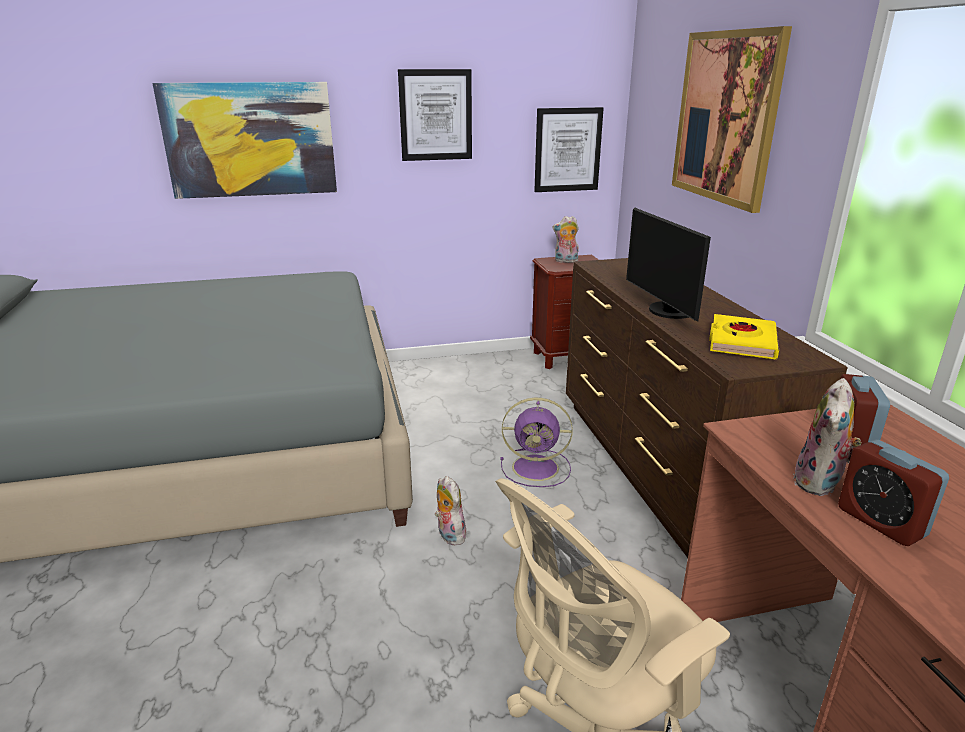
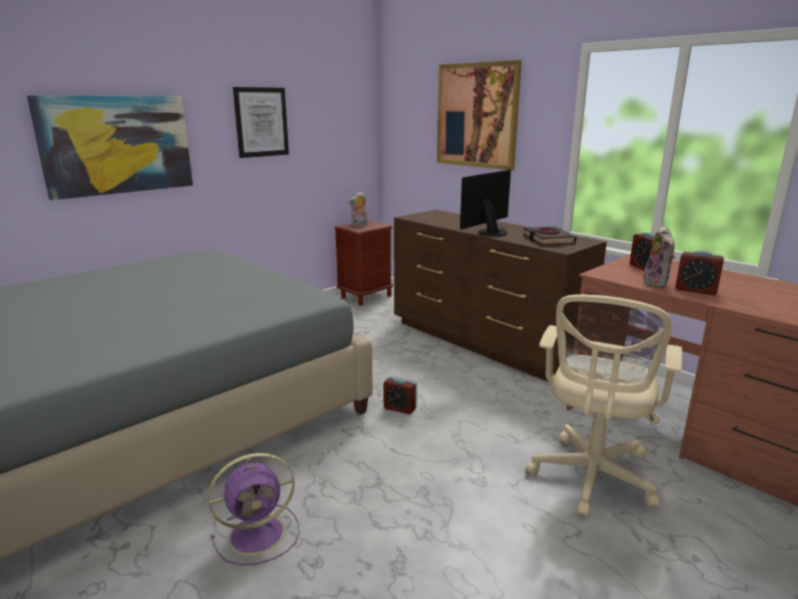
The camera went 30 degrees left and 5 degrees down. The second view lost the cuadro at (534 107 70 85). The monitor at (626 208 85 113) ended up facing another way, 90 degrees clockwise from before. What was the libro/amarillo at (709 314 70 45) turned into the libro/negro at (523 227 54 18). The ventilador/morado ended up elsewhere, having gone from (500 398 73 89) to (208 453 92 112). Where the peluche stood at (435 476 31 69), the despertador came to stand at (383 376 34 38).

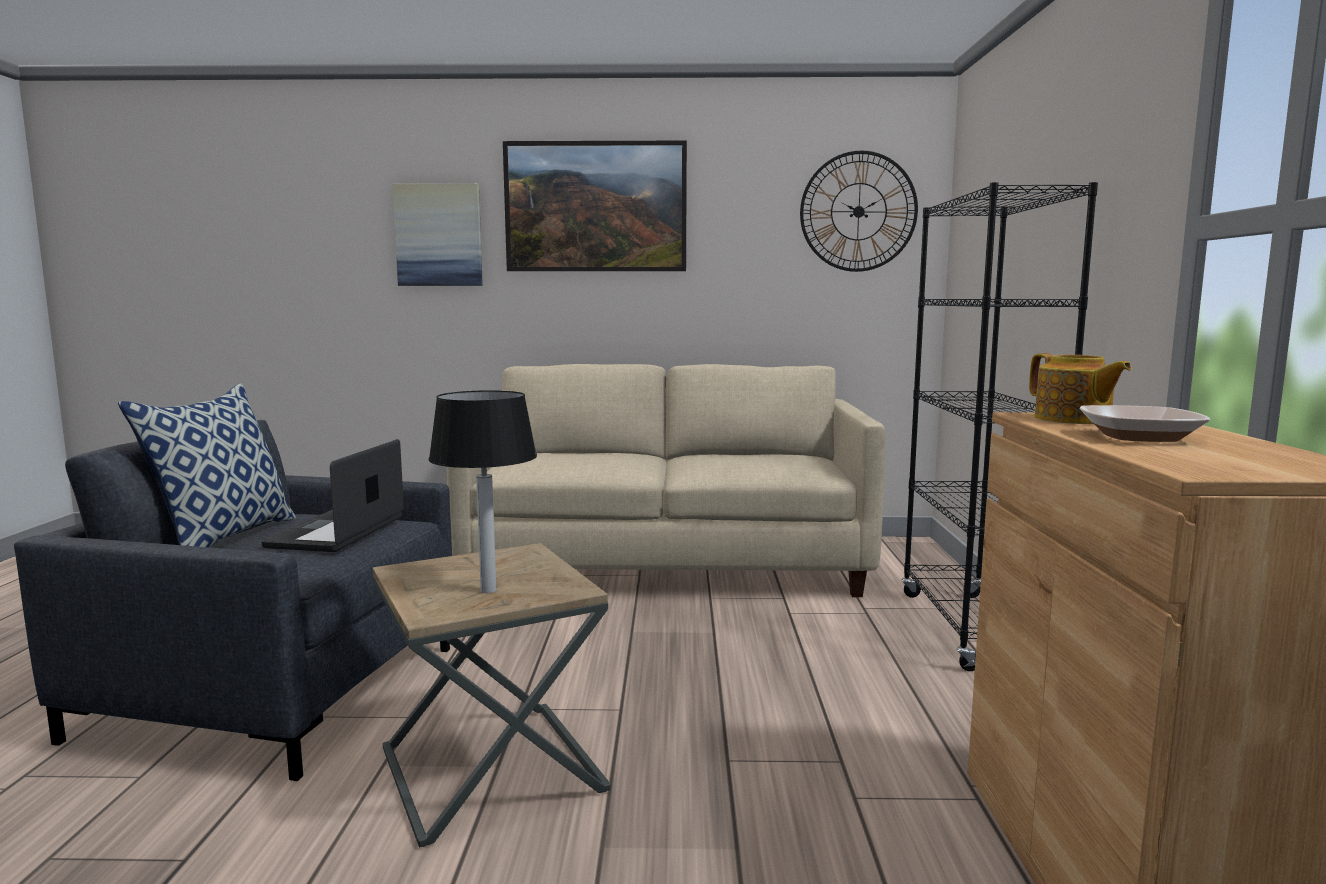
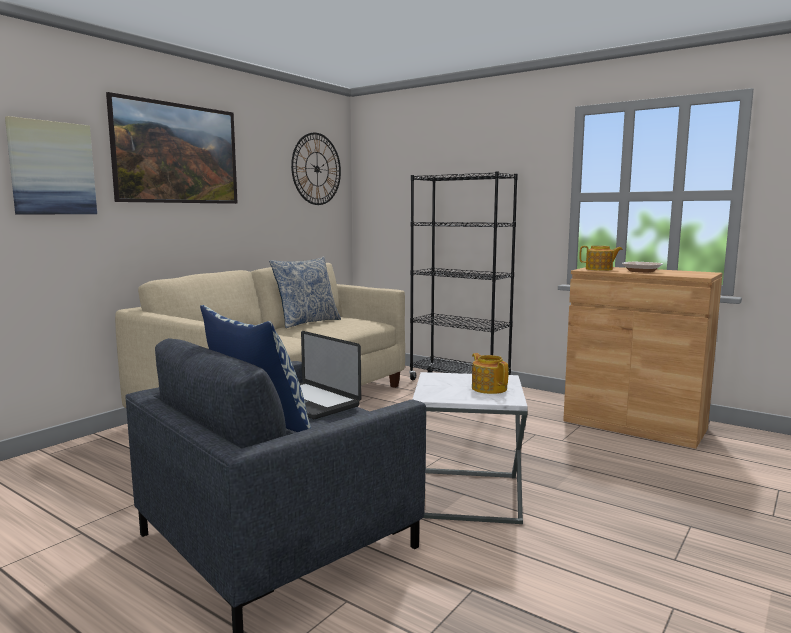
The camera went 55 degrees left and 0 degrees up. Where the lámpara de mesa stood at (428 390 109 203), the tetera came to stand at (472 353 37 41). What was the mesa auxiliar/marrón at (372 543 239 304) turned into the mesa auxiliar/blanco at (412 372 116 152). The second view gained the cojín at (269 256 72 72).

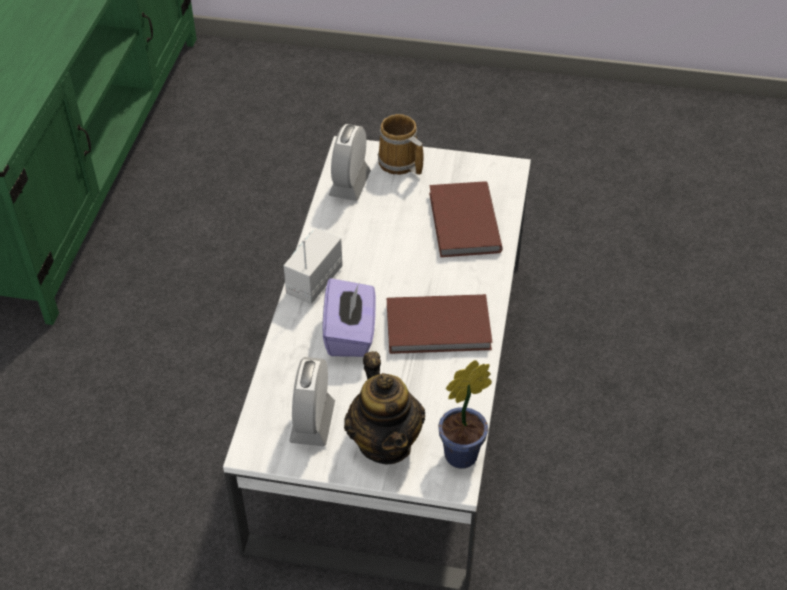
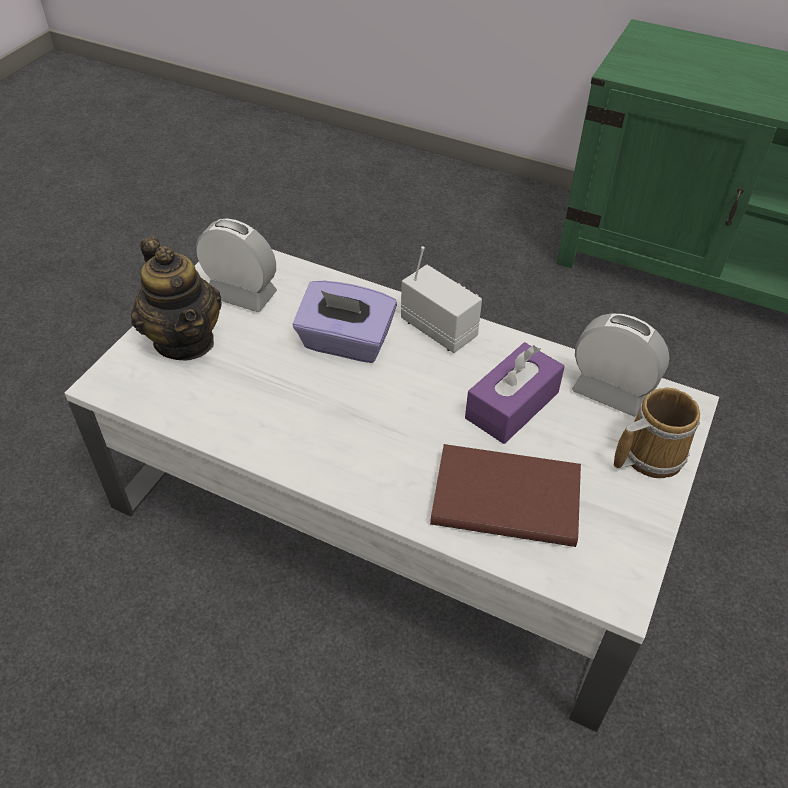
The camera went 105 degrees right and 0 degrees up. The second view lost the libro/marrón at (387 294 106 60). The tetera at (344 351 81 114) ended up facing another way, 120 degrees counterclockwise from before. The second view lost the planta en maceta at (438 360 54 109). The second view gained the caja de pañuelos/morado at (465 342 100 102).

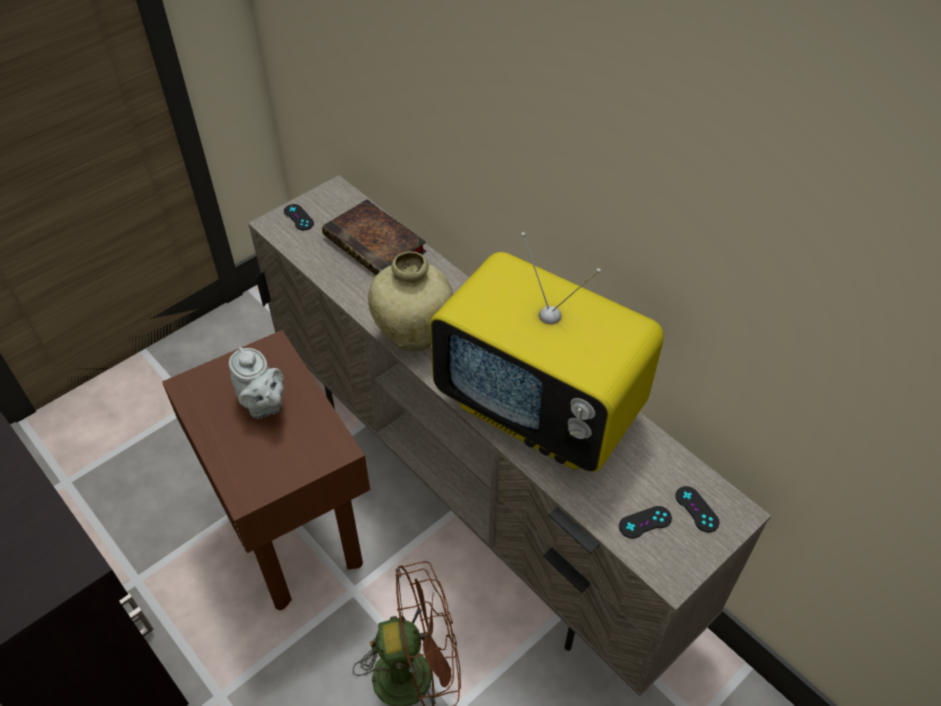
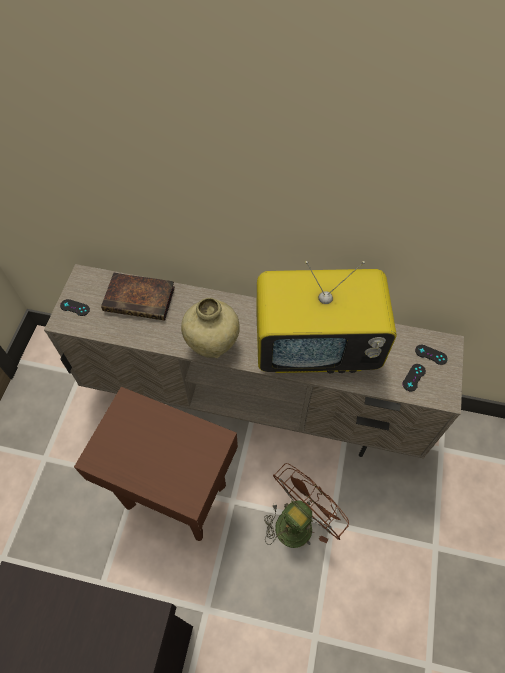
The camera went 35 degrees left and 10 degrees up. The second view lost the tetera/gris at (229 347 55 72).

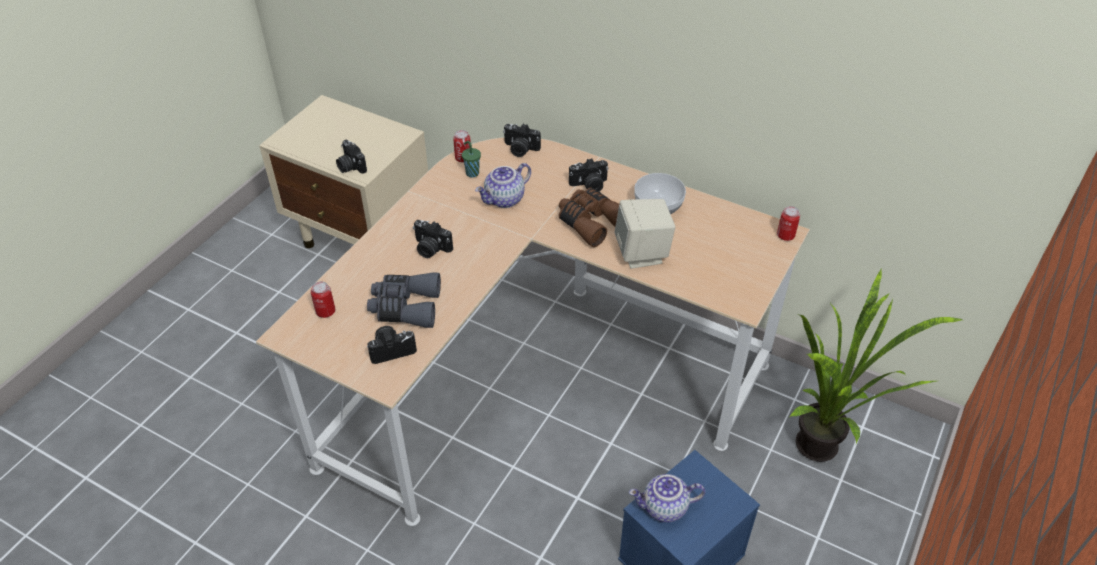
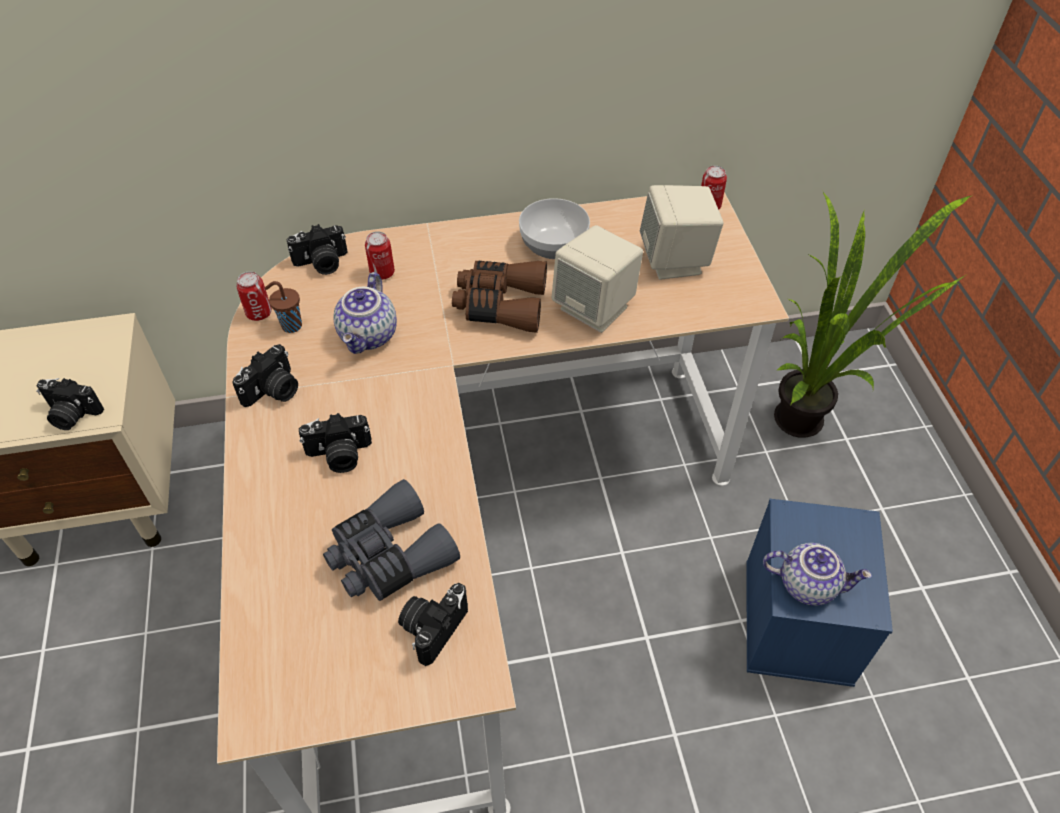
The camera went 40 degrees left and 5 degrees up. What was the taza/verde at (462 141 19 37) turned into the taza/marrón at (265 281 37 52). The cámara ended up elsewhere, having gone from (569 158 40 34) to (232 344 66 63). The lata ended up elsewhere, having gone from (311 281 24 37) to (365 231 30 49). The tetera at (629 474 76 48) ended up facing another way, 120 degrees counterclockwise from before. The second view gained the altavoz/beis at (640 185 84 95).

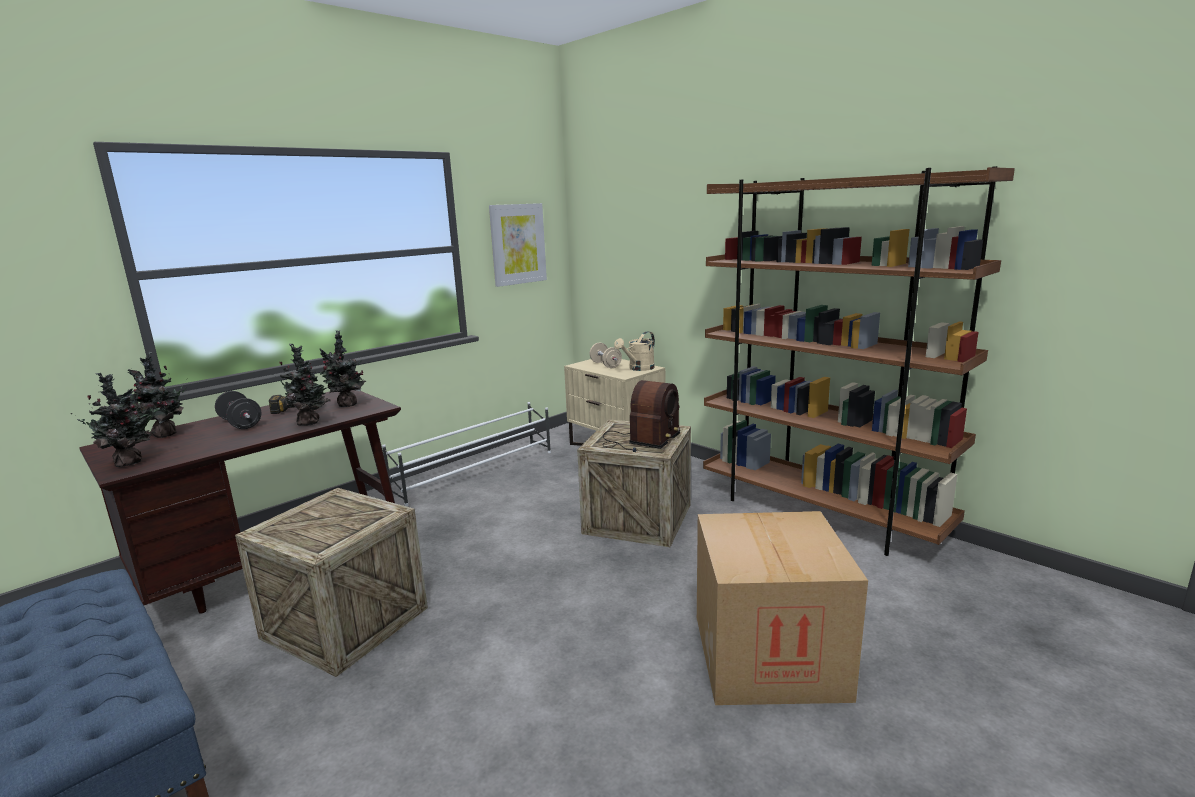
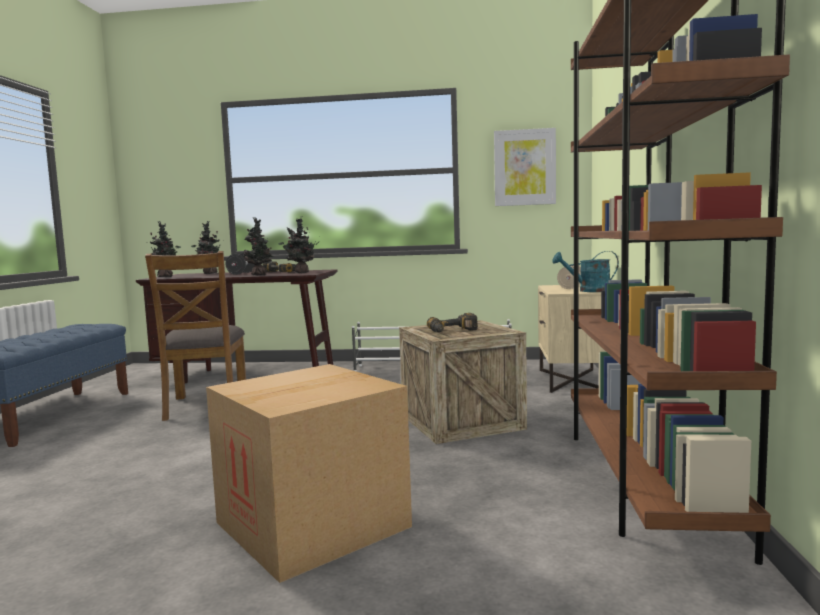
The camera went 50 degrees right and 10 degrees down. What was the regadera/beis at (614 331 41 40) turned into the regadera/turquesa at (552 251 67 41). Where the radio stood at (603 380 77 72), the taladro came to stand at (427 313 51 19). Where the caja de embalaje stood at (235 488 193 189), the silla/marrón came to stand at (145 251 101 170).

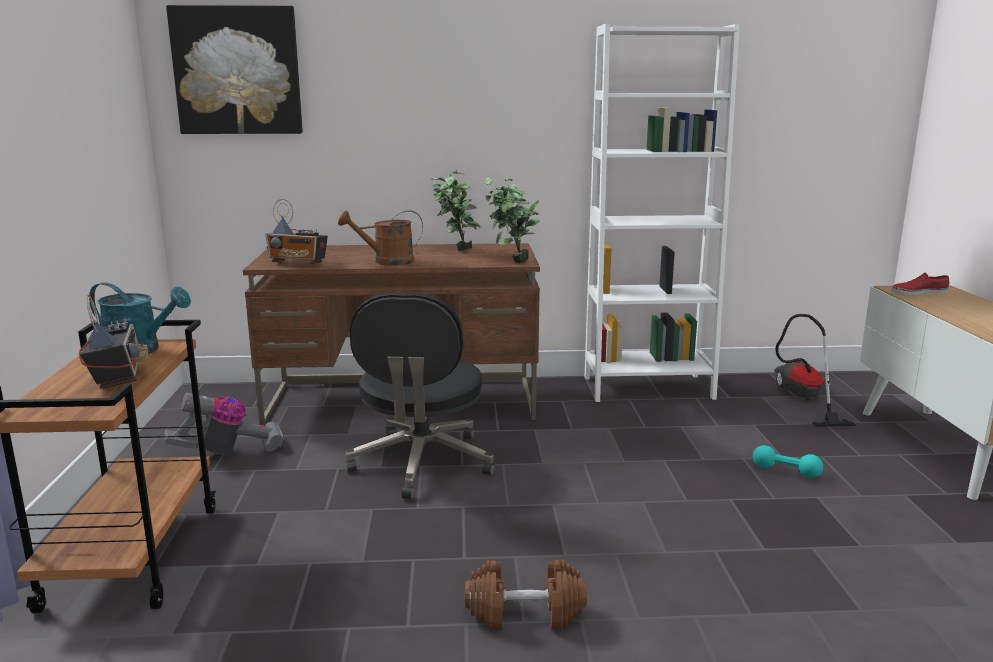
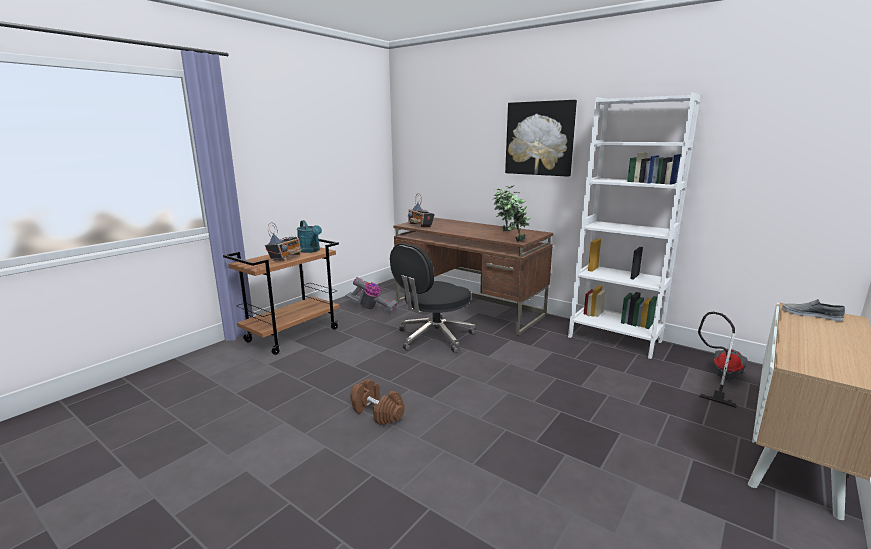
The camera went 40 degrees right and 0 degrees up. The cuadro ended up elsewhere, having gone from (166 5 137 129) to (505 100 72 77). The second view lost the regadera/marrón at (338 210 85 56). What was the zapato/rojo at (892 272 57 23) turned into the zapato/gris at (782 299 63 22). The second view lost the mancuerna/turquesa at (753 445 70 33).

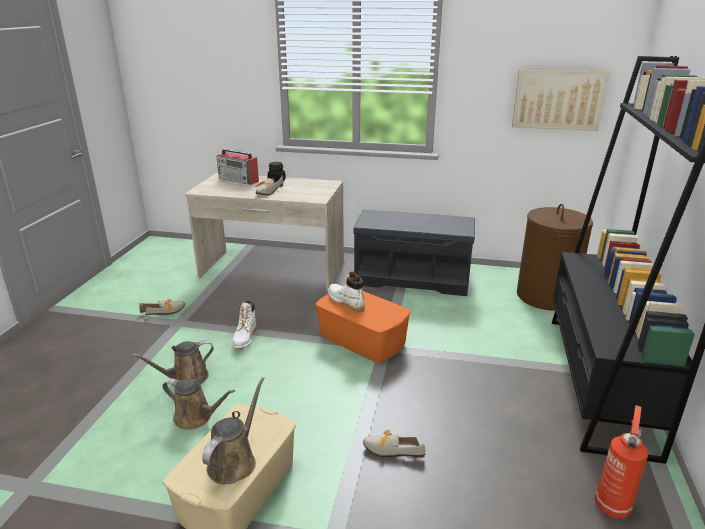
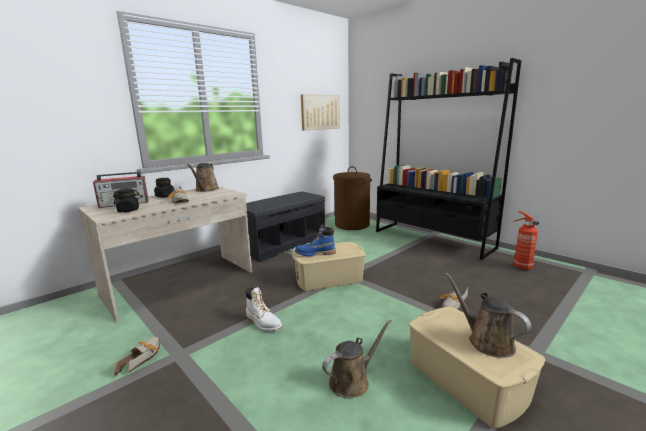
The camera went 55 degrees left and 10 degrees down. What was the bota/blanco at (328 271 37 42) turned into the bota/azul at (295 225 41 31). What was the caja de almacenaje/naranja at (315 291 96 72) turned into the caja de almacenaje/beis at (292 242 74 49). The regadera/marrón ended up elsewhere, having gone from (132 340 82 44) to (187 163 32 29). The second view gained the tarro/negro at (113 188 27 24).

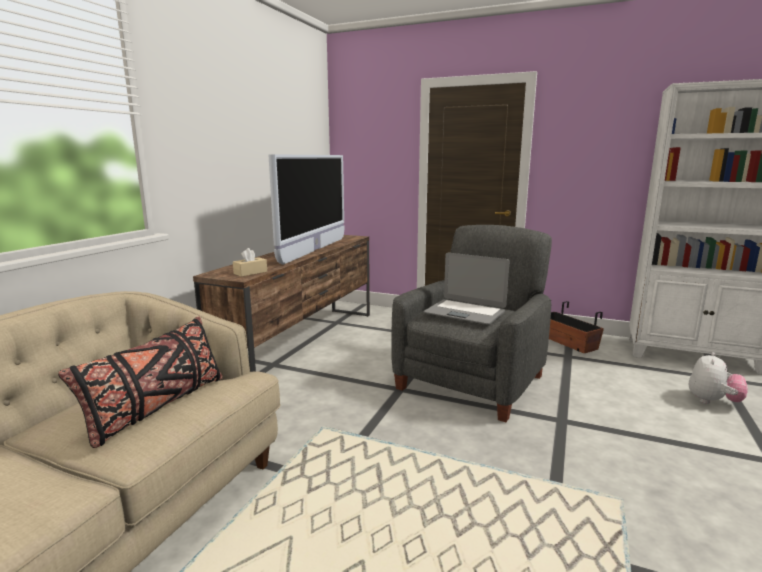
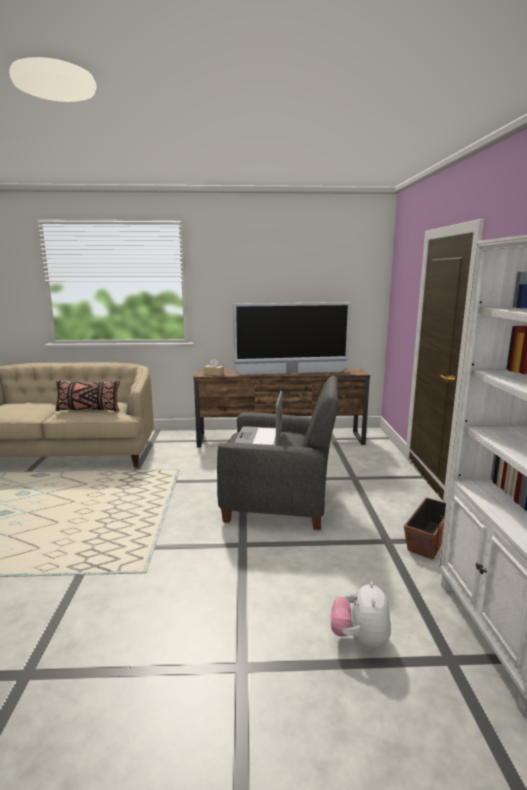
The camera went 65 degrees right and 0 degrees up. The peluche at (689 352 59 52) ended up facing another way, 90 degrees clockwise from before.

